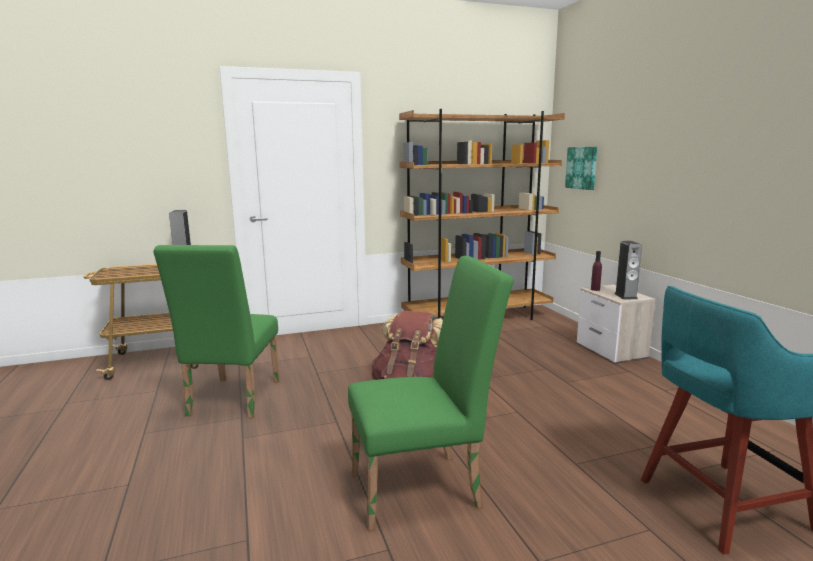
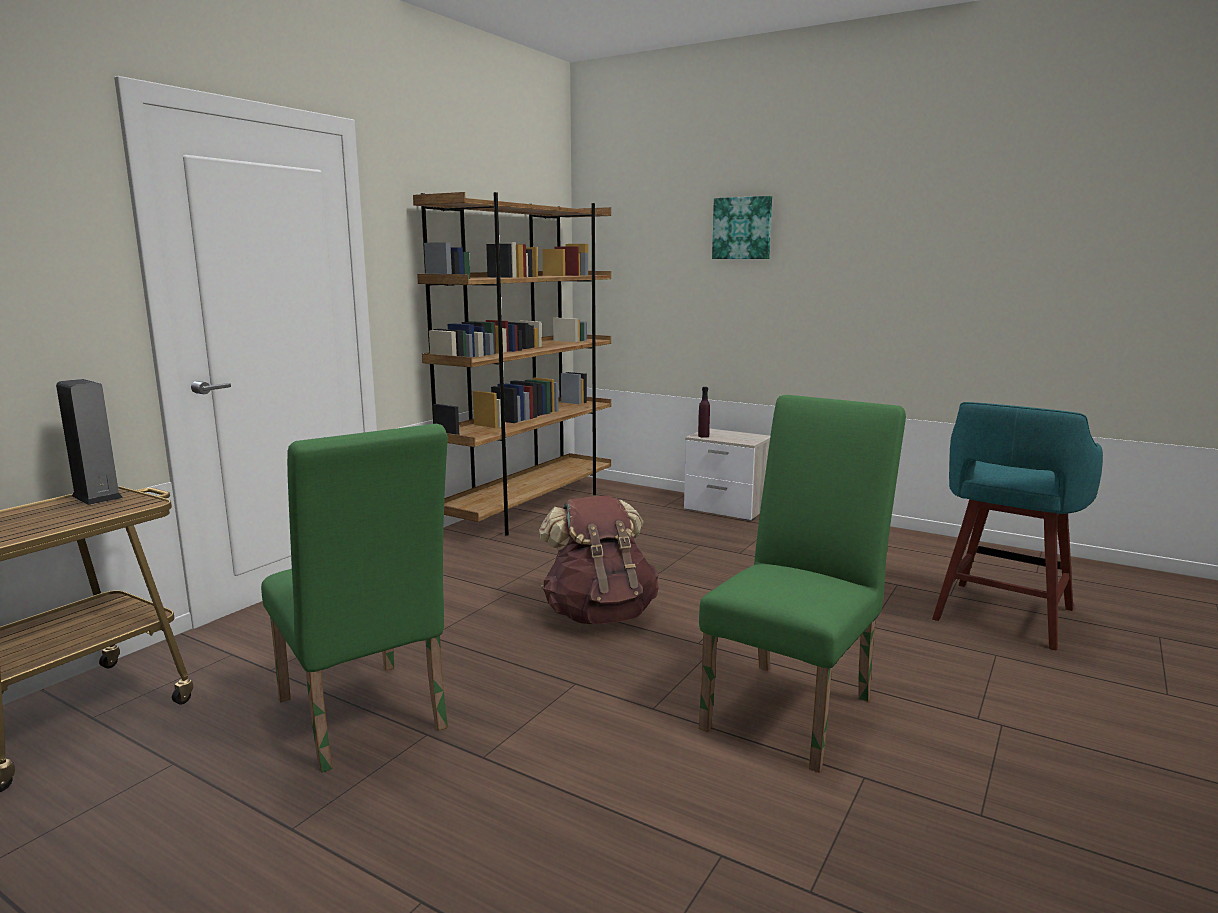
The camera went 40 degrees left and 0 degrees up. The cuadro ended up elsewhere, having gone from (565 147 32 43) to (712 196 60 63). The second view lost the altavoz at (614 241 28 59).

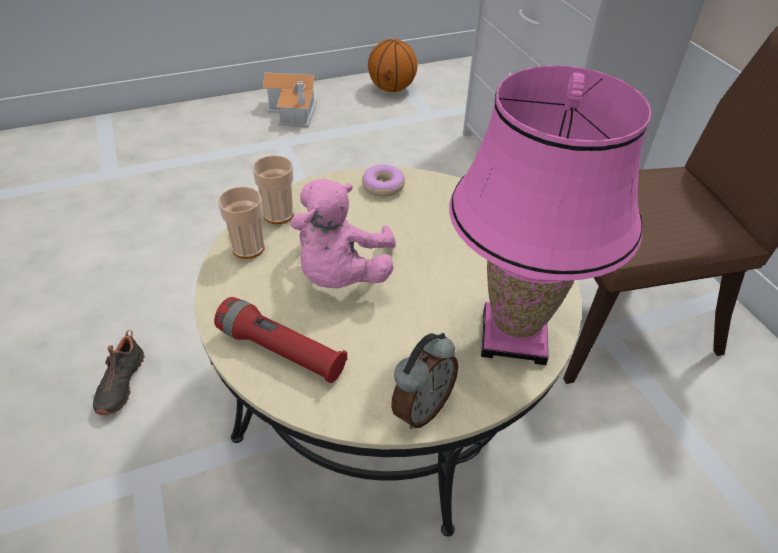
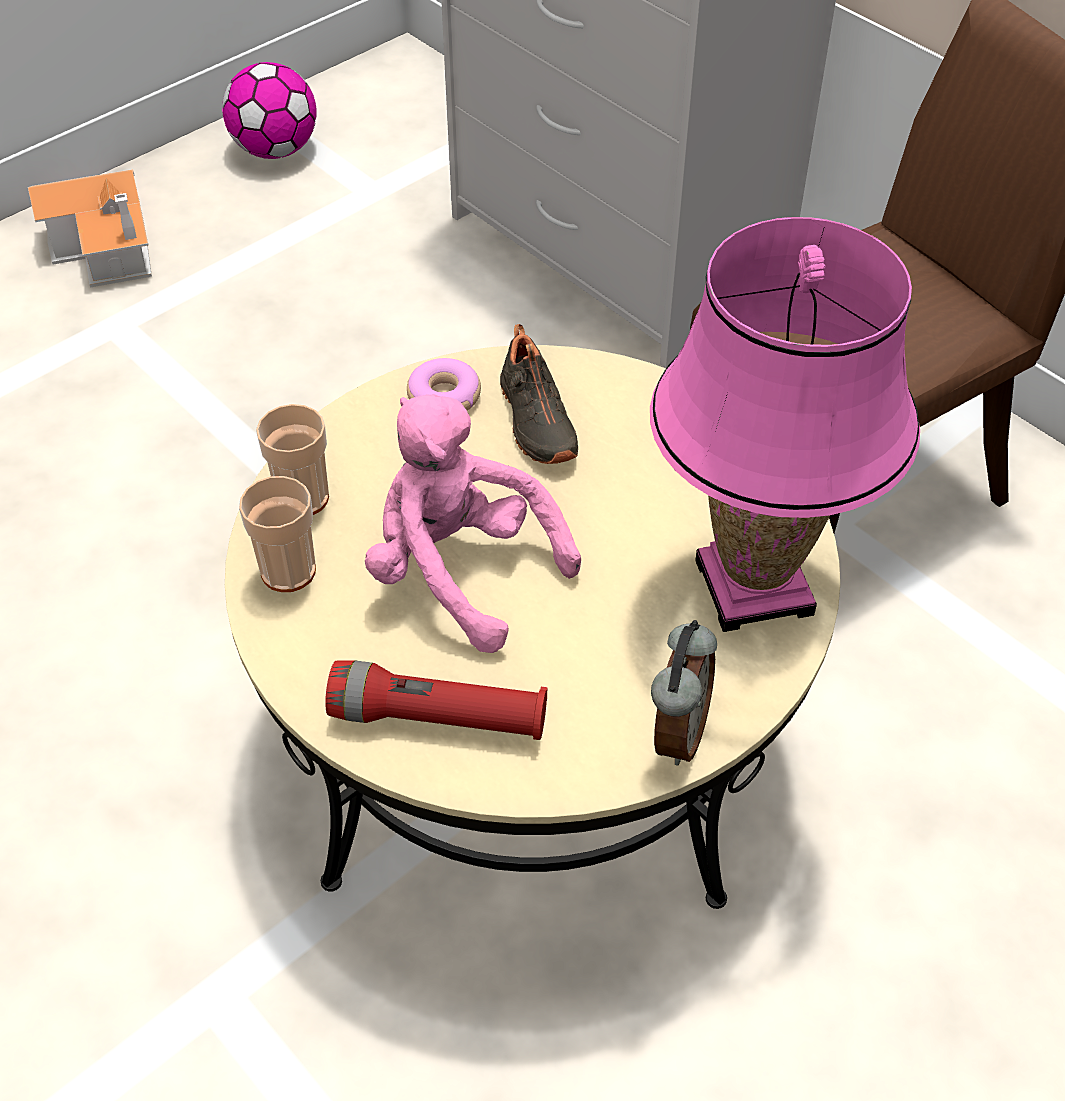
The camera went 20 degrees left and 5 degrees up. Where the balón de baloncesto stood at (368 39 49 53), the balón de fútbol came to stand at (222 62 95 97). The peluche/rosa at (290 178 106 110) ended up facing another way, 135 degrees clockwise from before. The zapato/negro ended up elsewhere, having gone from (93 330 52 85) to (500 324 78 140).

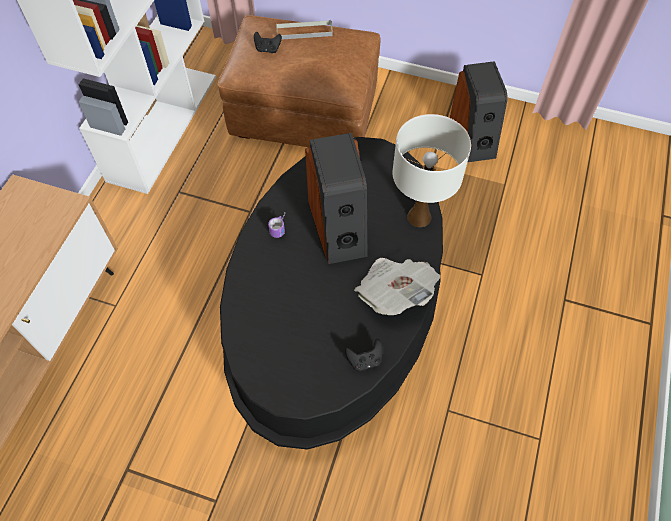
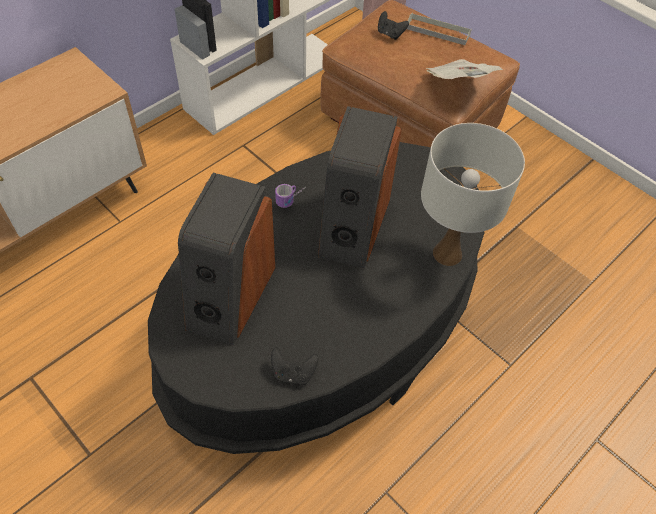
The camera went 25 degrees right and 5 degrees down. The altavoz ended up elsewhere, having gone from (450 61 58 101) to (178 173 97 173). The periódico ended up elsewhere, having gone from (354 257 86 58) to (426 59 77 20).

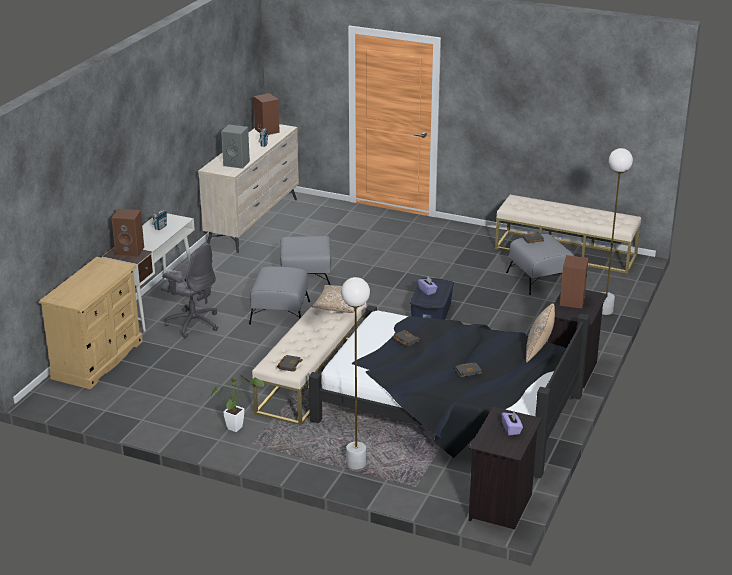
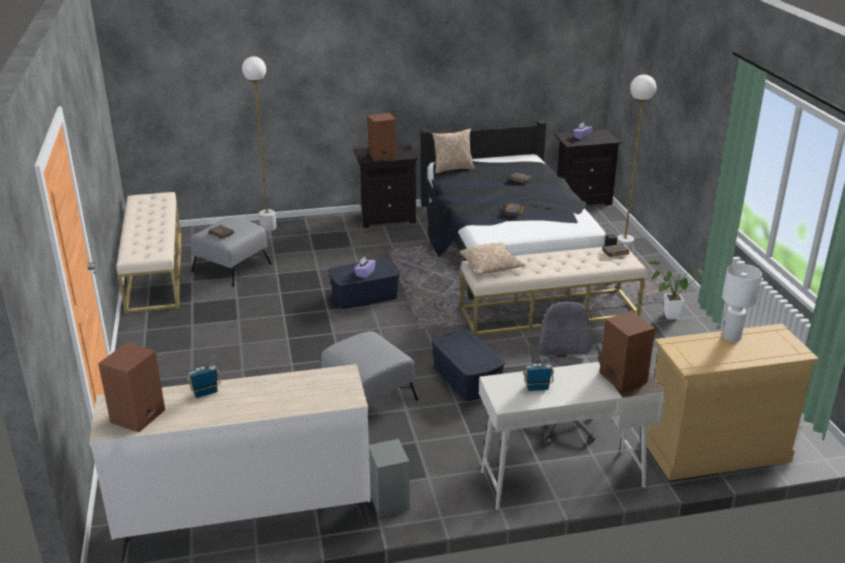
The camera went 125 degrees left and 0 degrees up. The altavoz/gris ended up elsewhere, having gone from (221 125 29 44) to (369 439 41 78). Where the puf/gris stood at (249 266 61 59), the caja de almacenaje/azul came to stand at (431 330 74 71). The second view gained the lámpara de mesa/blanco at (722 264 40 78).

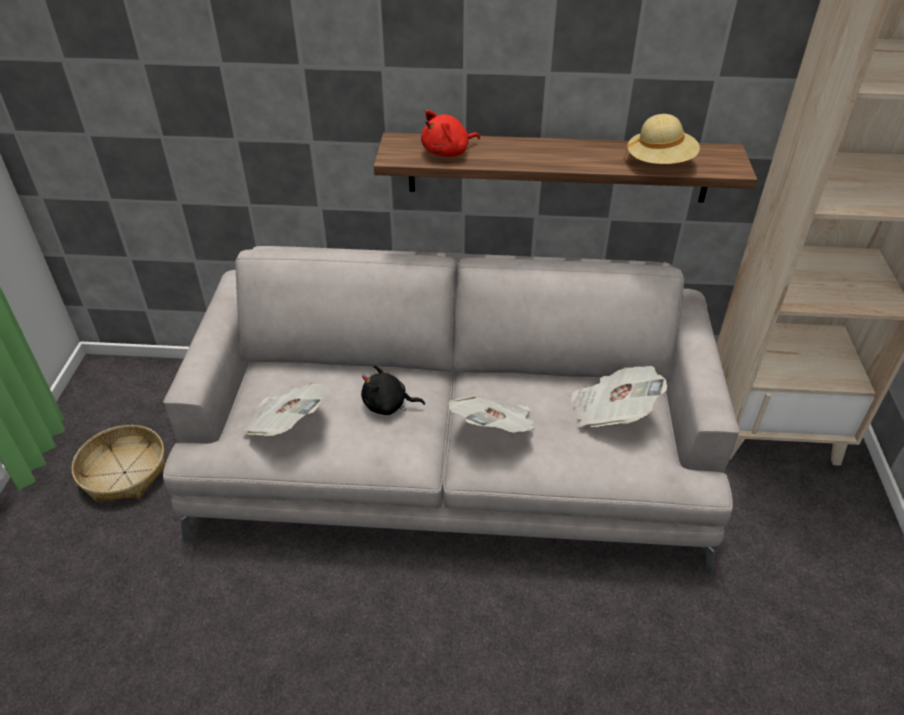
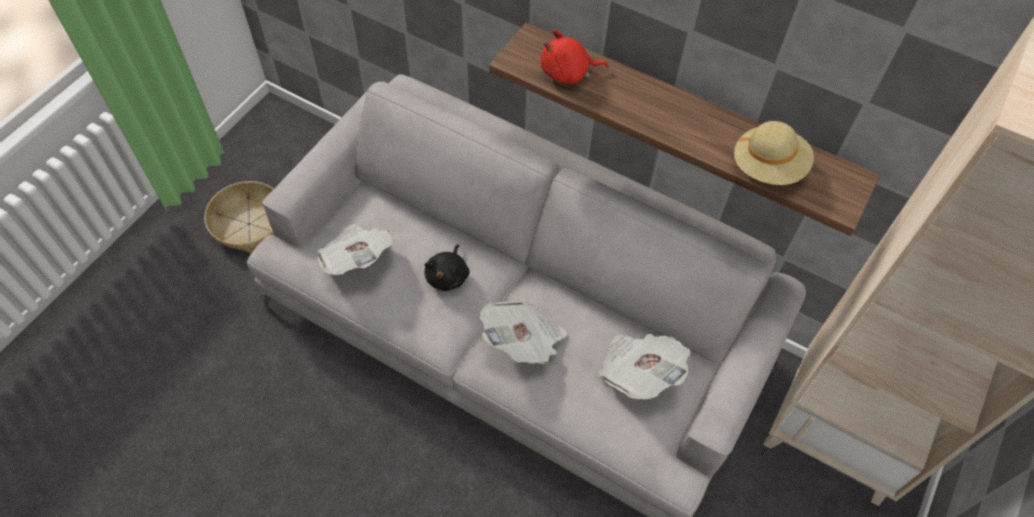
The camera went 25 degrees right and 15 degrees up. The peluche/negro at (361 365 64 50) ended up facing another way, 105 degrees counterclockwise from before.

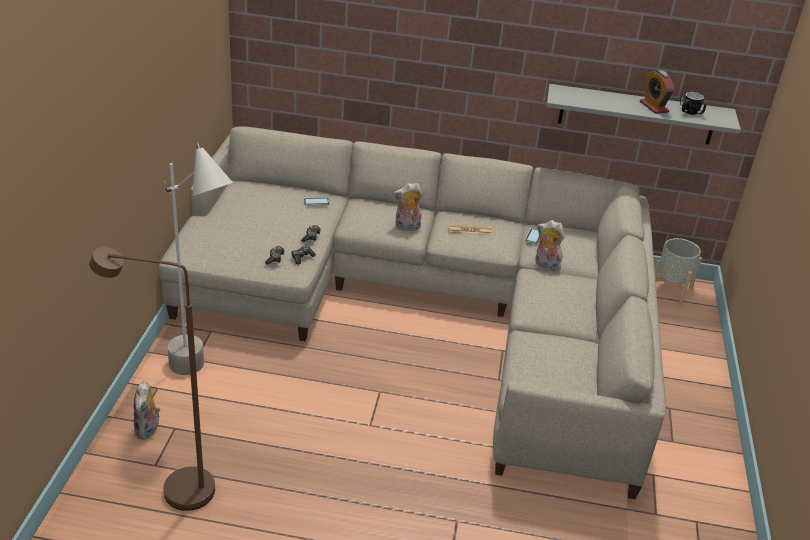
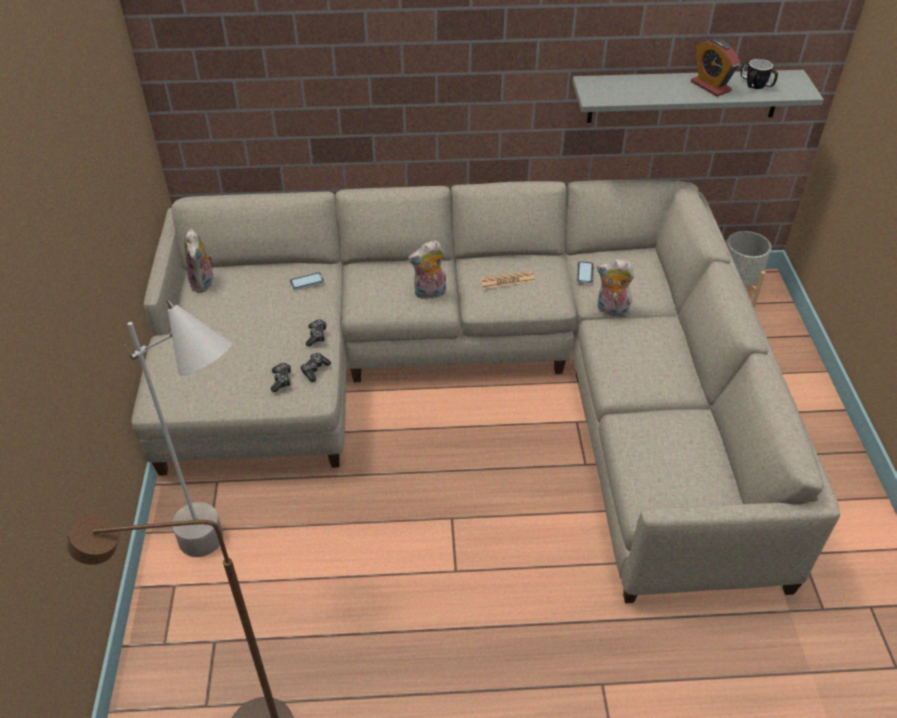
The camera went 10 degrees left and 10 degrees up. The peluche ended up elsewhere, having gone from (134 381 26 59) to (185 229 29 64).

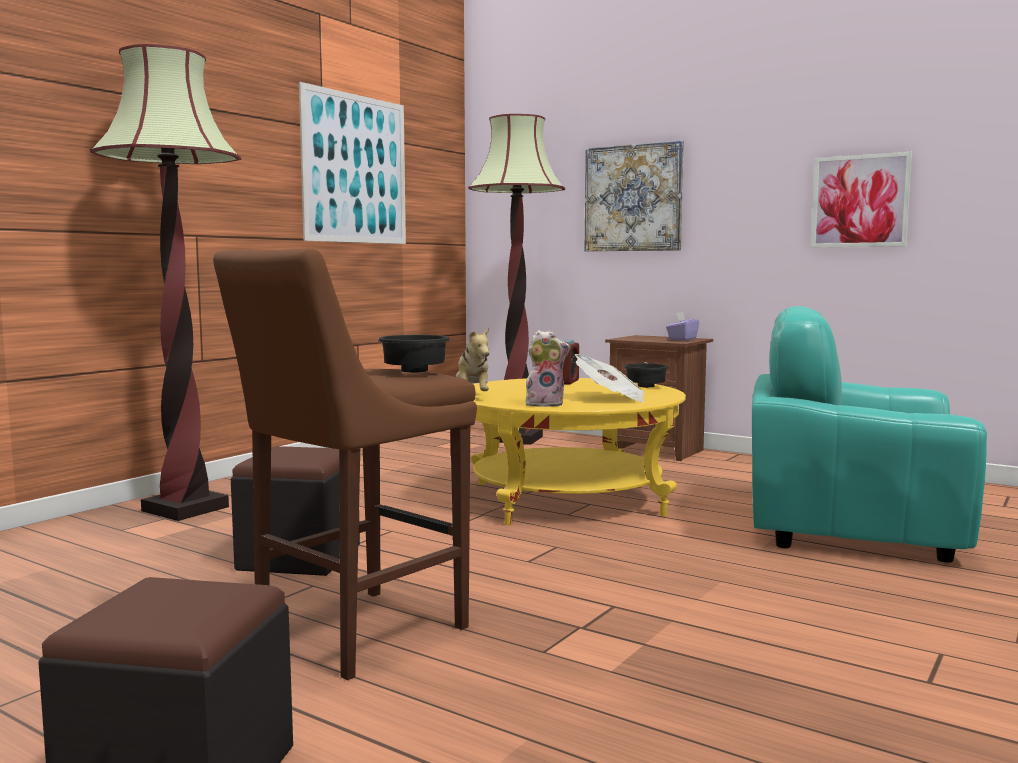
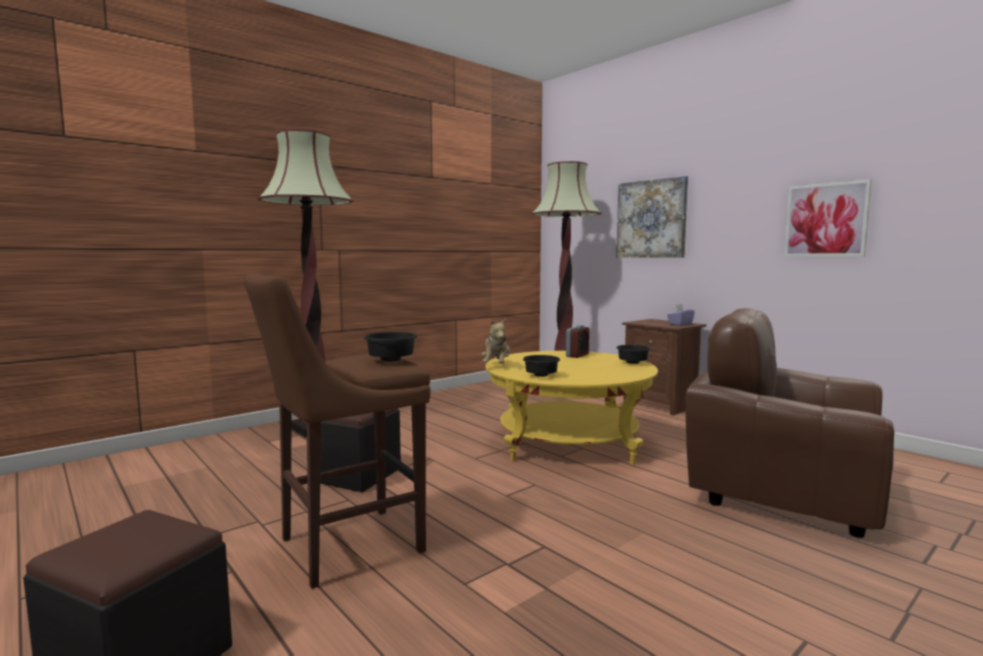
The camera went 15 degrees right and 0 degrees up. The second view lost the cuadro at (299 82 107 162). What was the sillón/turquesa at (752 306 235 257) turned into the sillón/marrón at (685 308 209 230). Where the peluche stood at (526 330 44 77), the cuenco/negro came to stand at (523 355 37 22). The second view lost the periódico at (575 354 70 48).

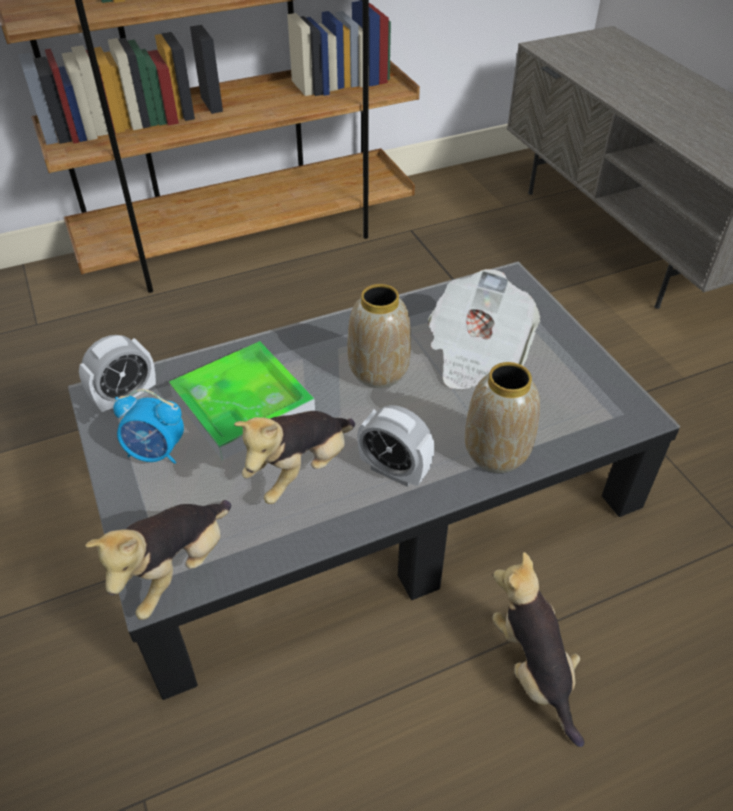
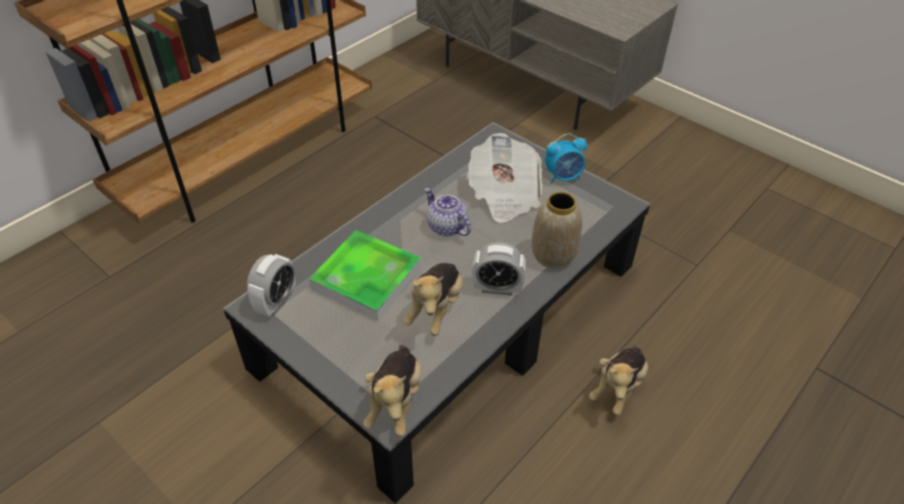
The camera went 25 degrees left and 0 degrees up. Where the florero stood at (348 284 63 104), the tetera came to stand at (425 188 46 48). The despertador ended up elsewhere, having gone from (113 389 71 75) to (545 133 42 50). The peluche at (492 552 92 195) ended up facing another way, 105 degrees counterclockwise from before.

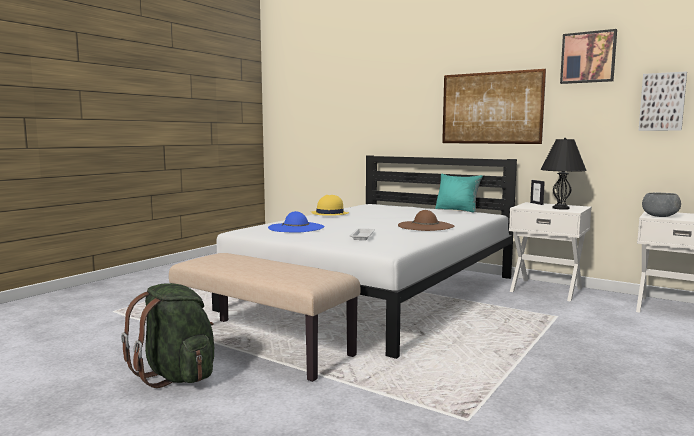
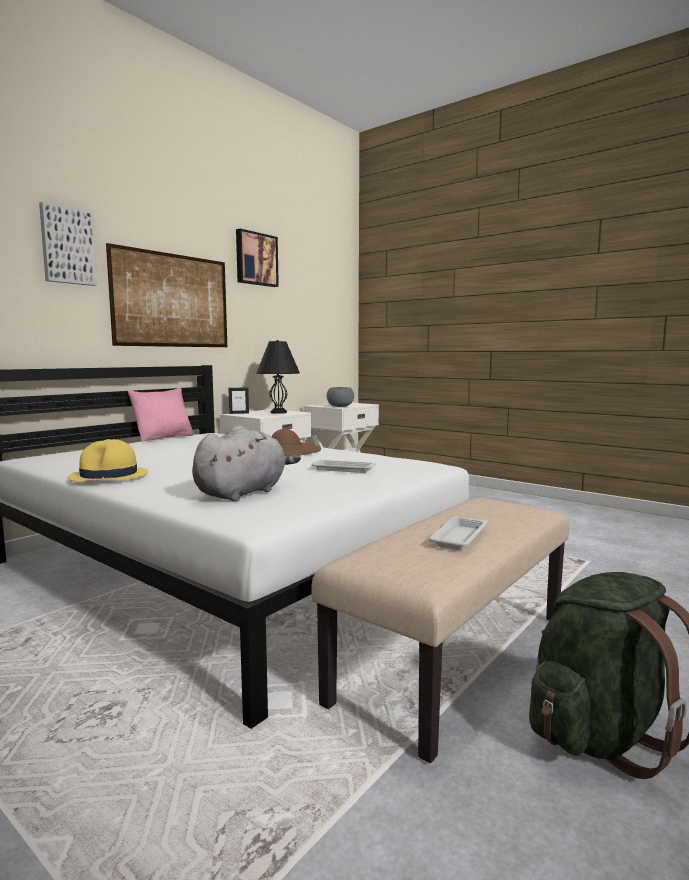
The camera went 85 degrees left and 0 degrees up. The cuadro ended up elsewhere, having gone from (639 71 48 60) to (39 202 58 84). What was the cojín/turquesa at (435 174 48 39) turned into the cojín/rosa at (128 388 66 53). Where the sombrero/azul stood at (268 211 57 22), the peluche/gris came to stand at (192 426 109 76). The second view gained the bandeja/blanco at (429 517 59 33).

